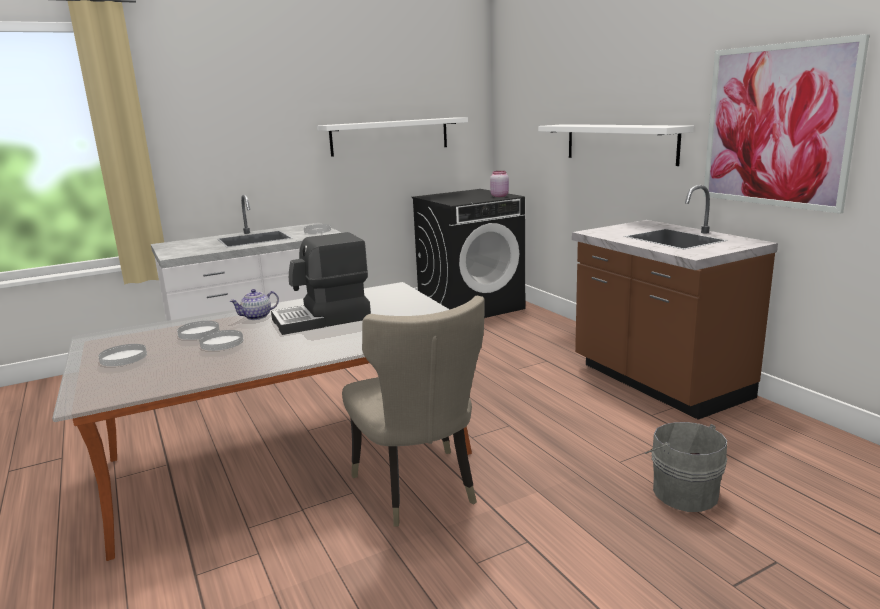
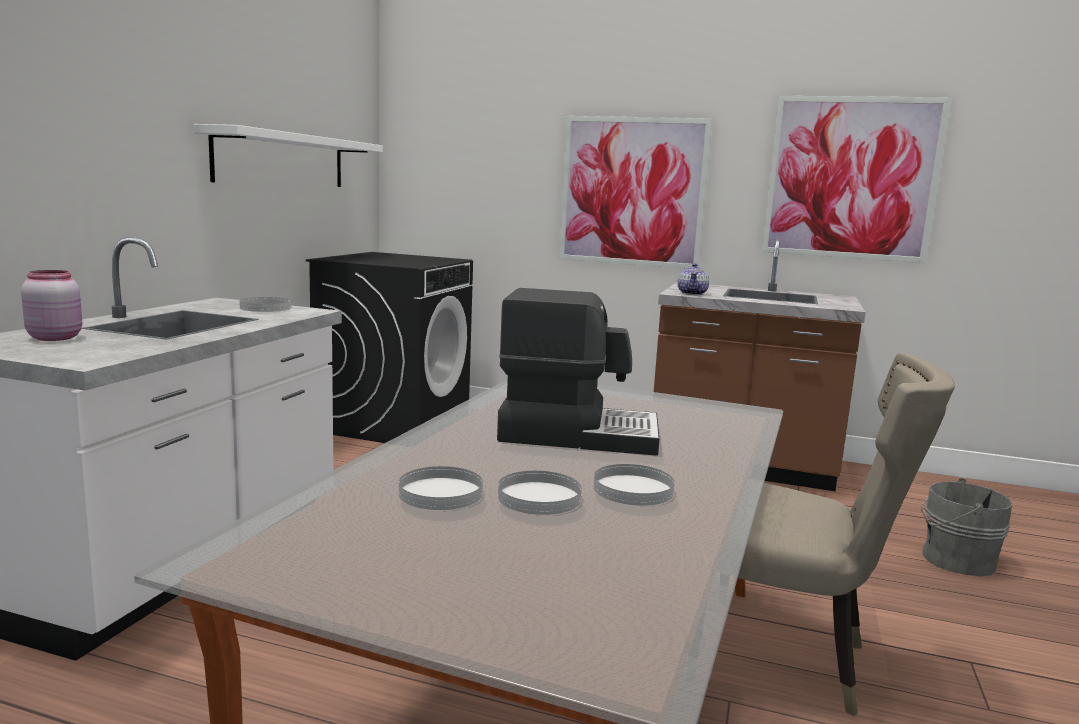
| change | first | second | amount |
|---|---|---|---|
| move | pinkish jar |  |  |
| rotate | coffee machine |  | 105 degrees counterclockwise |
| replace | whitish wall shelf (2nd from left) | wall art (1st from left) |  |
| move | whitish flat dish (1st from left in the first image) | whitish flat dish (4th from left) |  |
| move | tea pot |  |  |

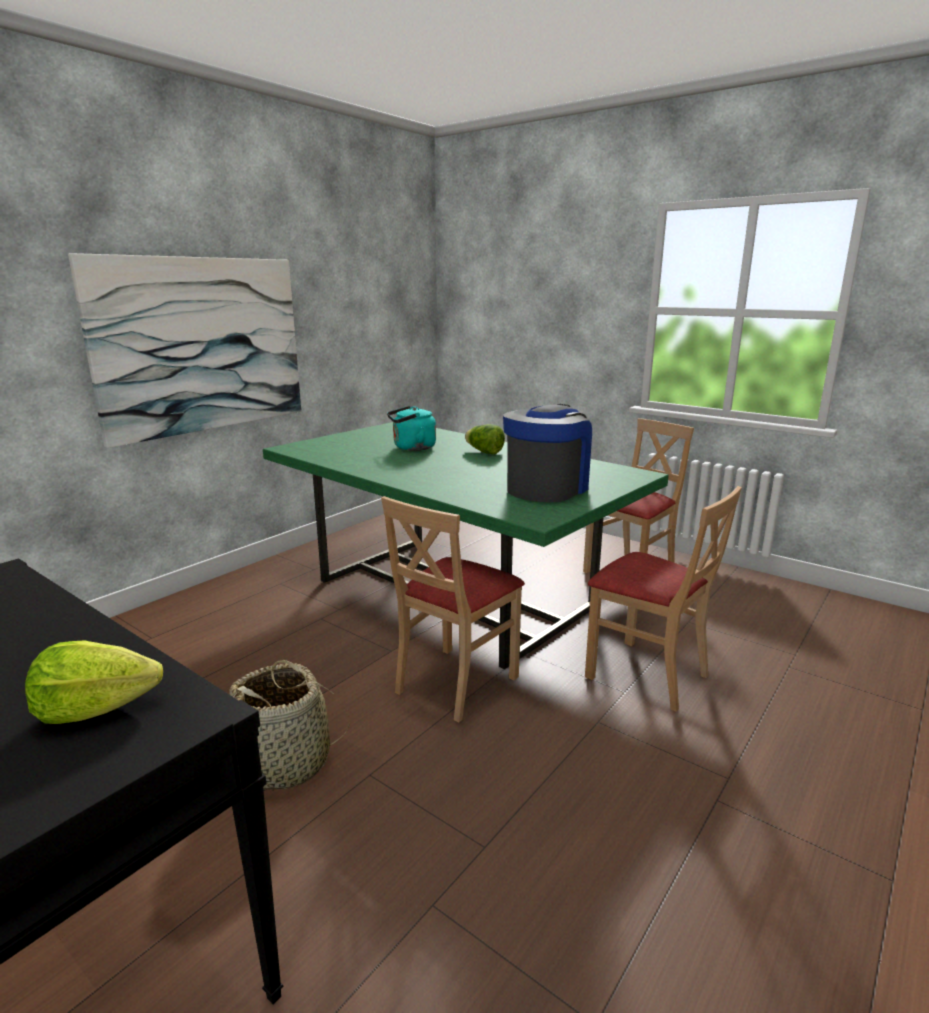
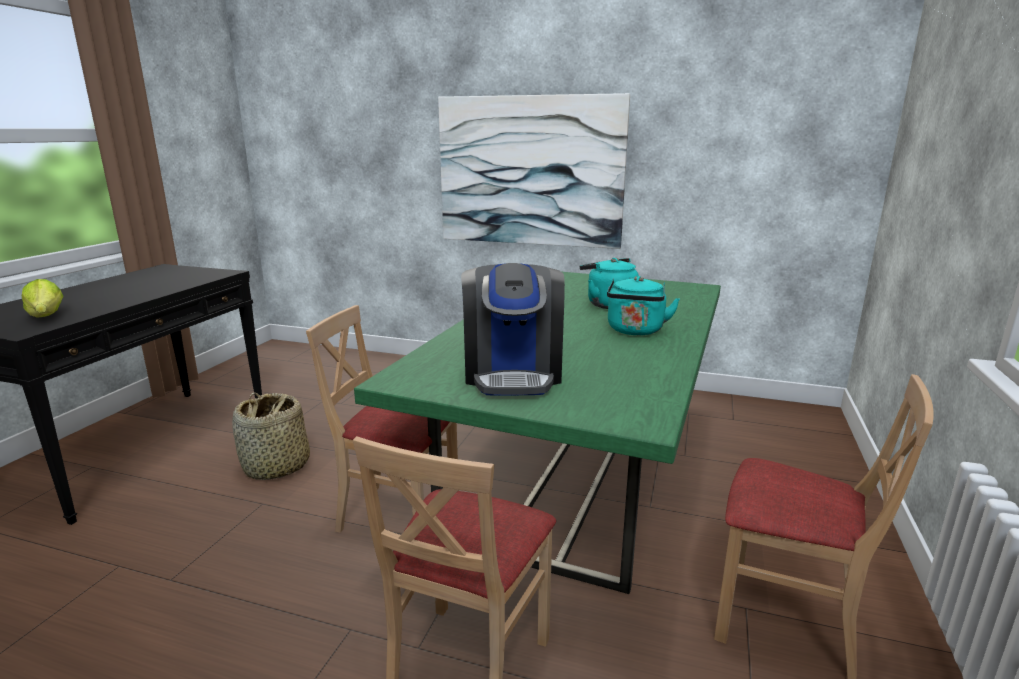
| change | first | second | amount |
|---|---|---|---|
| rotate | coffee machine |  | 75 degrees clockwise |
| replace | head of lettuce (2nd from left) | turquoise-coloured water kettle (2nd from left) |  |

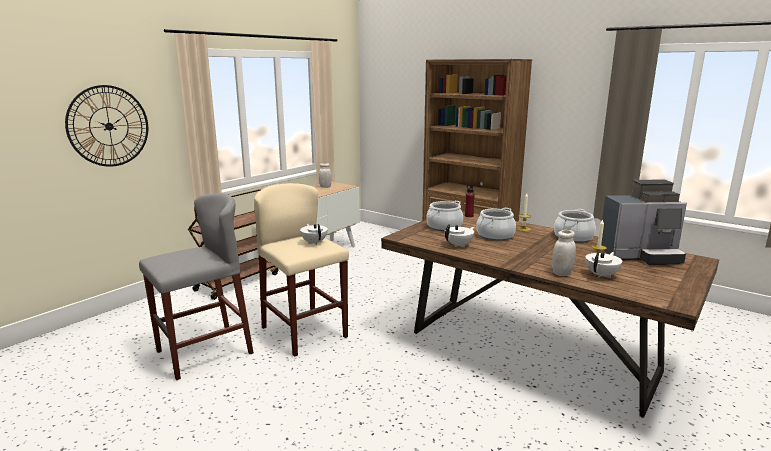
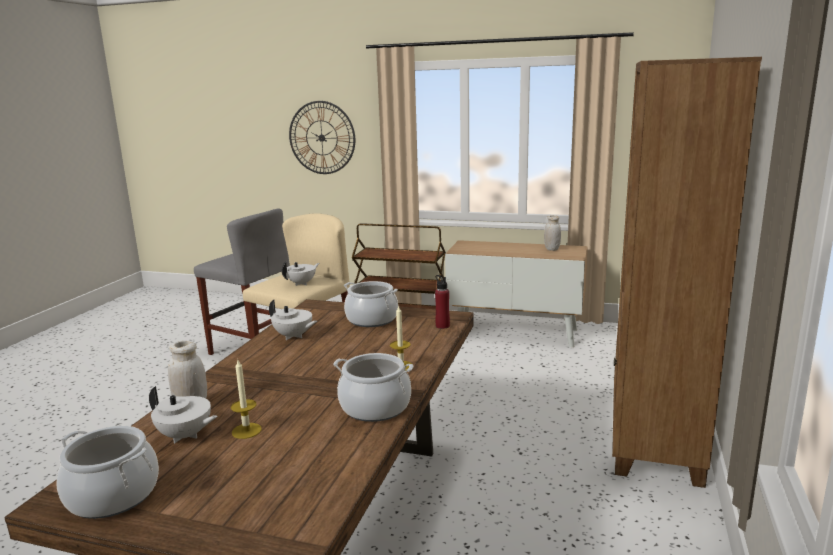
| change | first | second | amount |
|---|---|---|---|
| move | saucepot (2nd from left in the first image) | saucepot (1st from left) |  |
| delete | coffee machine |  |  |

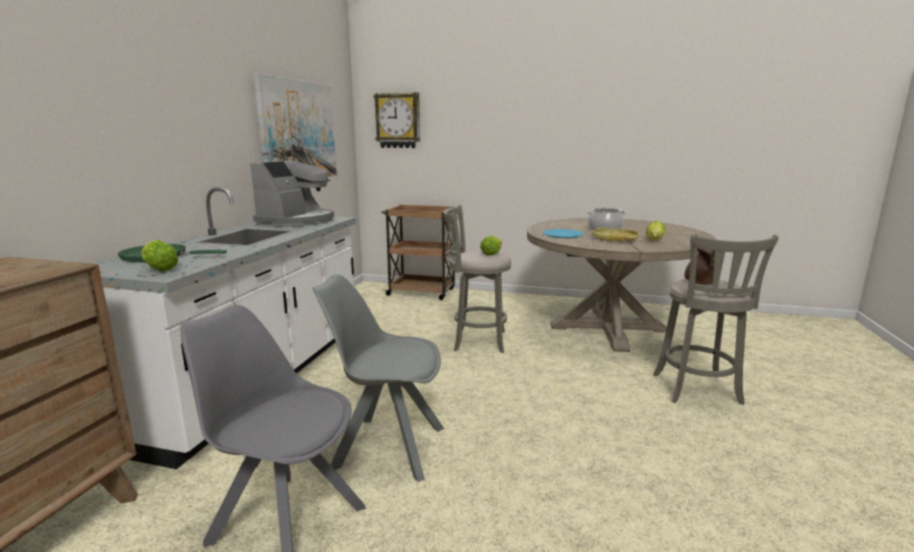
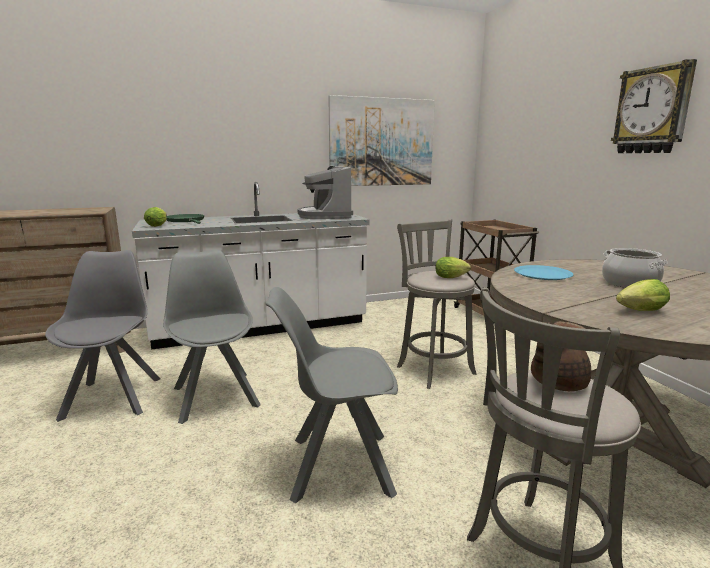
| change | first | second | amount |
|---|---|---|---|
| insert |  | gray plain chair (3rd from left) |  |
| rotate | coffee machine |  | 90 degrees clockwise |
| move | hanging clock |  |  |
| delete | yellow serving tray |  |  |

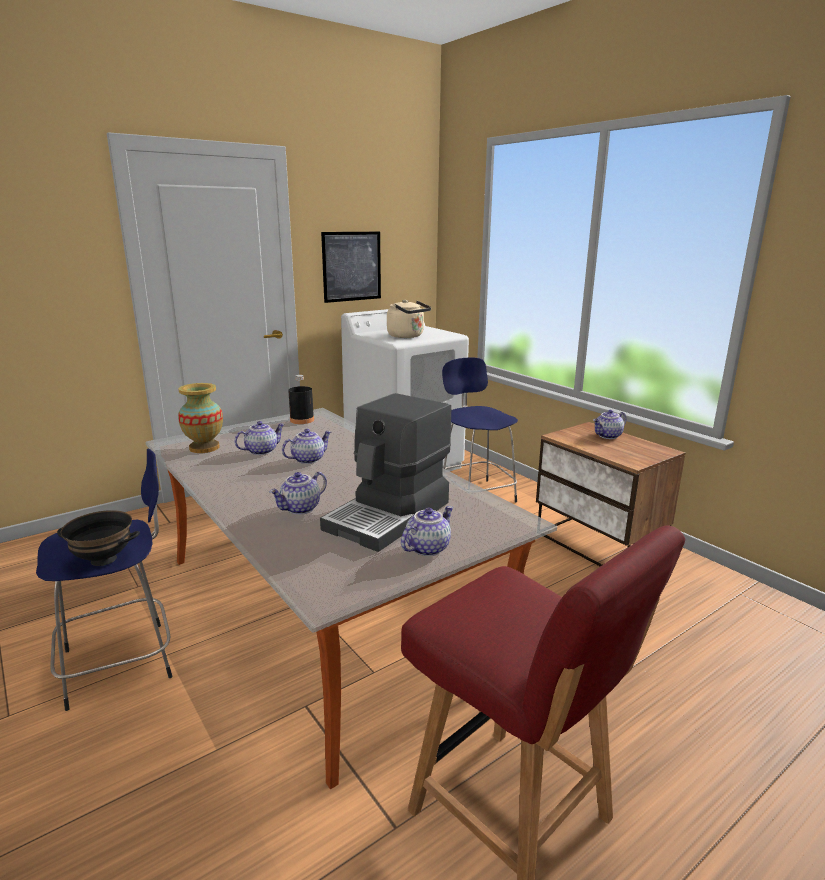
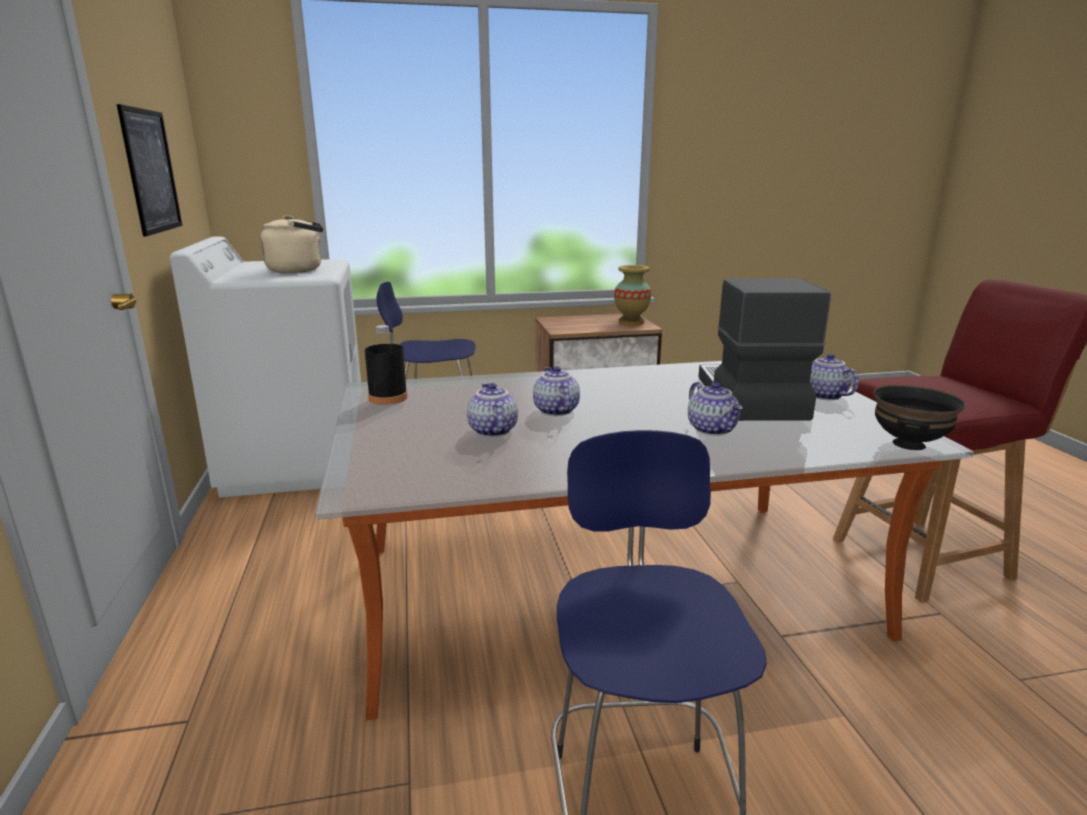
| change | first | second | amount |
|---|---|---|---|
| move | vase |  |  |
| rotate | coffee machine |  | 150 degrees counterclockwise |
| move | black-coloured bowl |  |  |
| delete | tea pot (5th from left) |  |  |

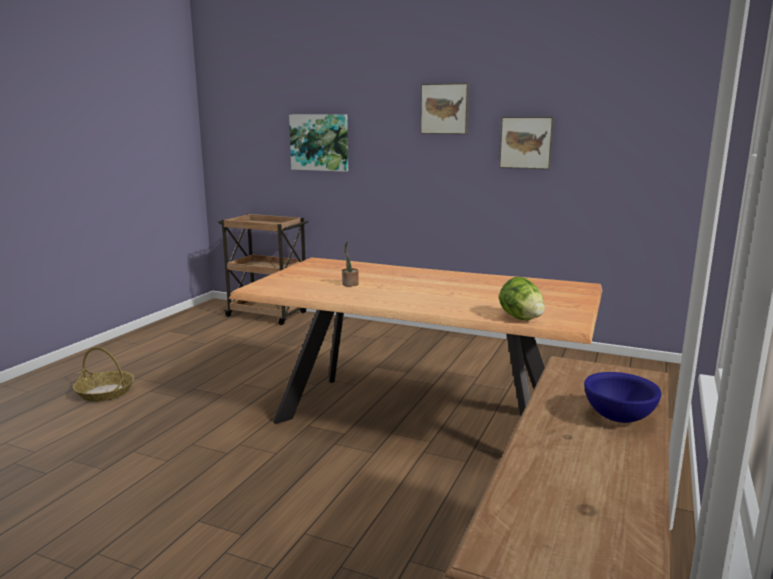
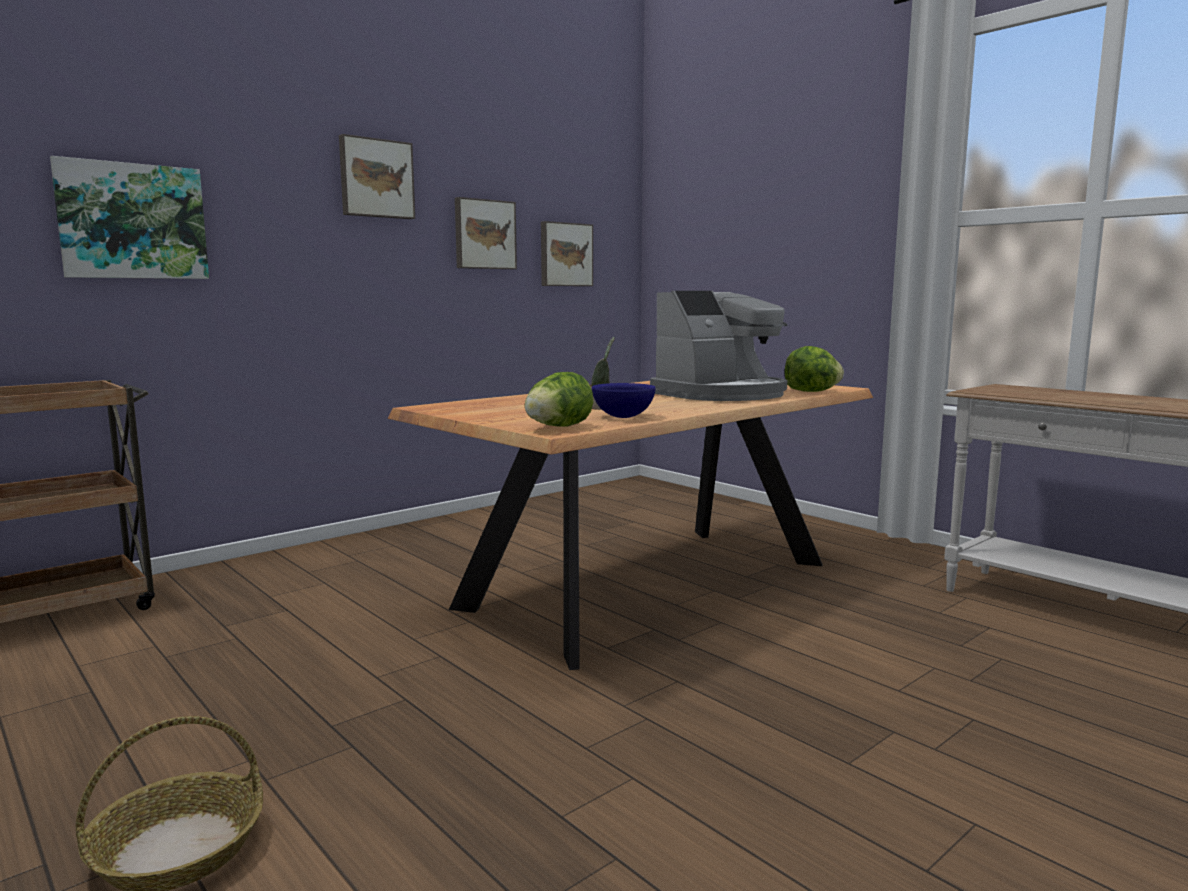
| change | first | second | amount |
|---|---|---|---|
| insert |  | head of lettuce (1st from left) |  |
| insert |  | wall art (4th from left) |  |
| move | blue bowl |  |  |
| insert |  | coffee machine |  |

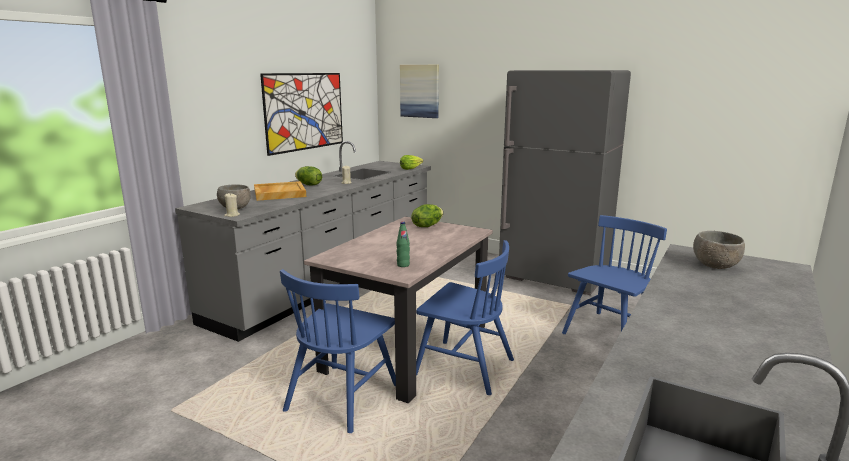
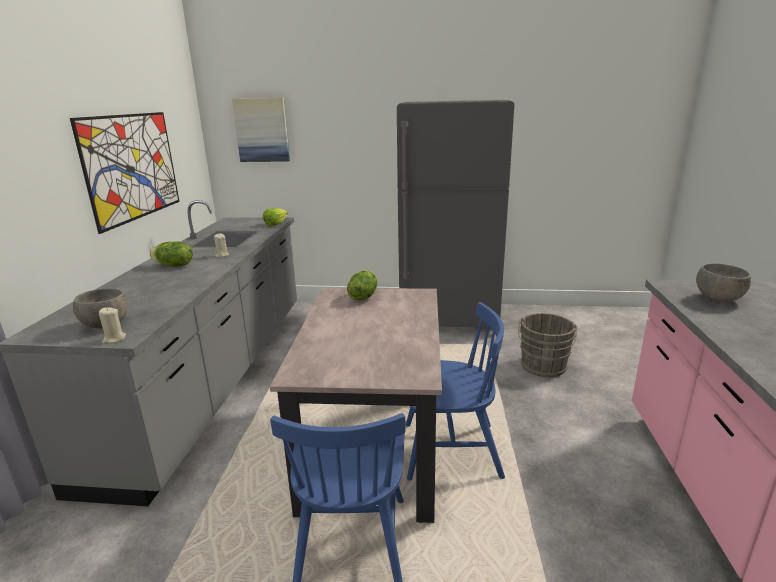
| change | first | second | amount |
|---|---|---|---|
| replace | blue plain chair (3rd from left) | gray water bucket |  |
| delete | sand-coloured serving tray |  |  |
| delete | green bottle |  |  |

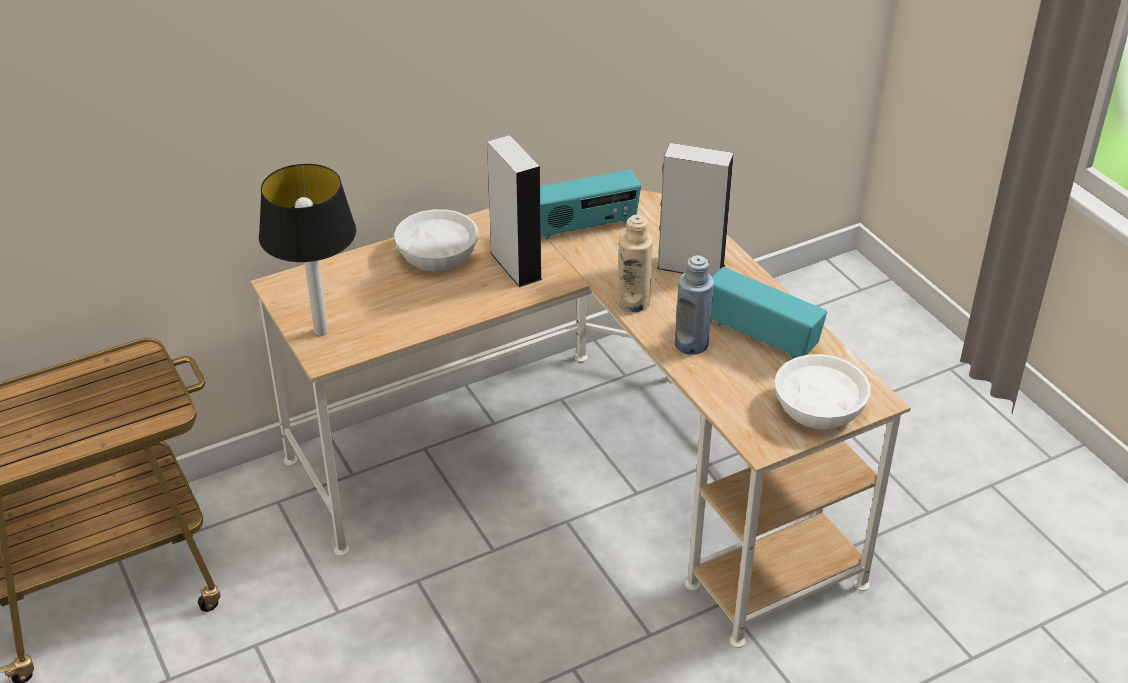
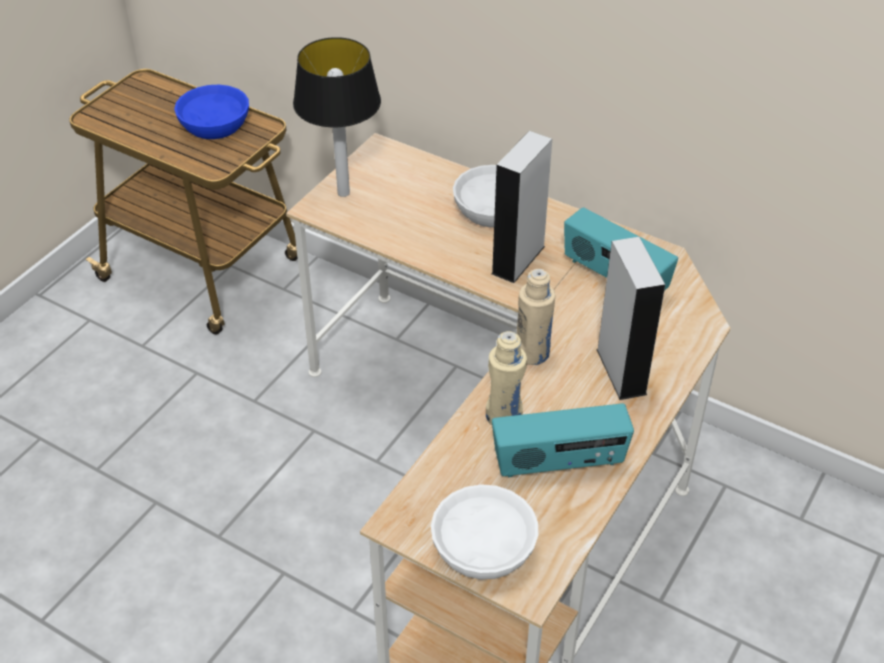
| change | first | second | amount |
|---|---|---|---|
| insert |  | blue bowl |  |
| recolor | blue bottle | sand-coloured bottle (1st from left) |  |
| rotate | radio receiver (2nd from left in the first image) | radio receiver (1st from left) | 75 degrees clockwise |

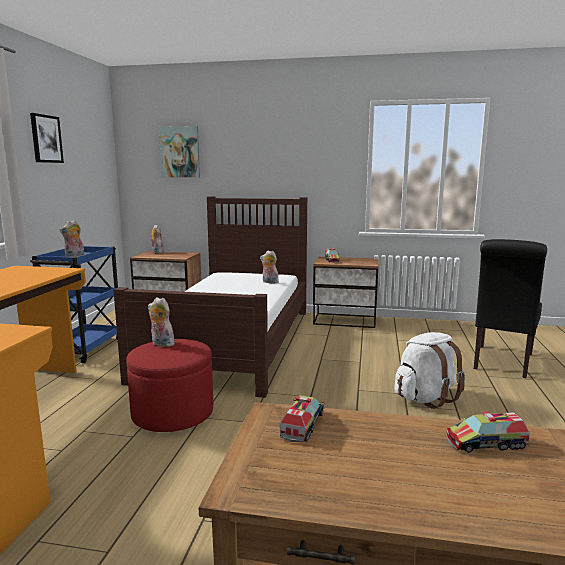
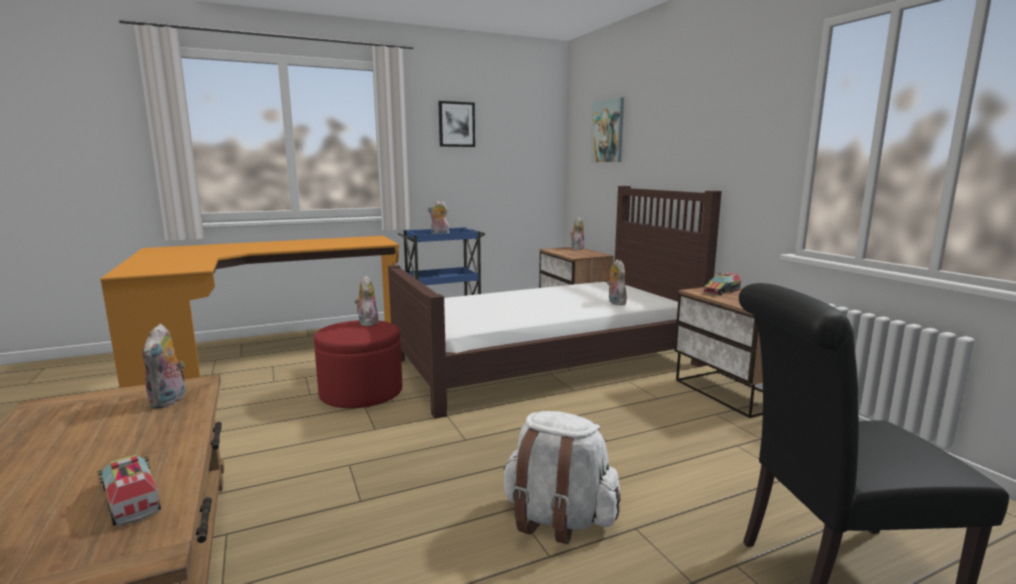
| change | first | second | amount |
|---|---|---|---|
| replace | toy lorry (1st from left) | cuddly toy (1st from left) |  |

